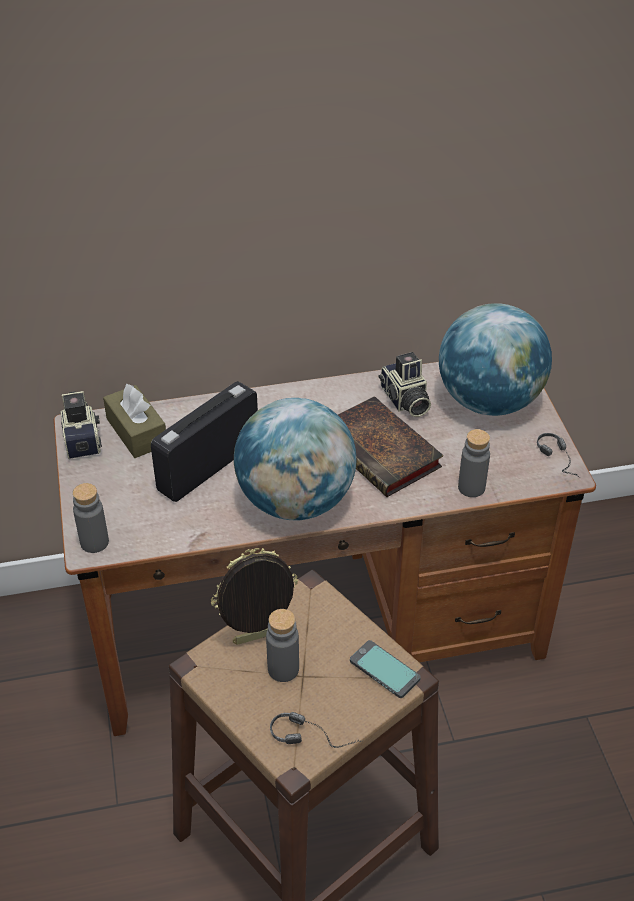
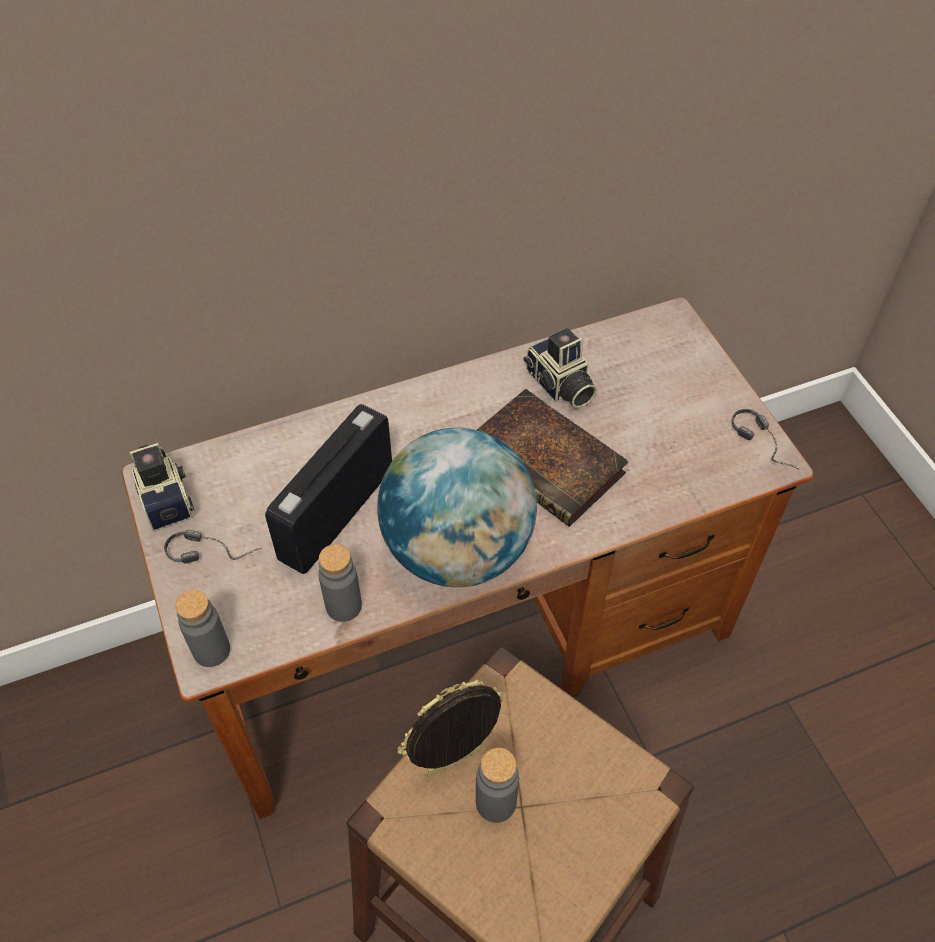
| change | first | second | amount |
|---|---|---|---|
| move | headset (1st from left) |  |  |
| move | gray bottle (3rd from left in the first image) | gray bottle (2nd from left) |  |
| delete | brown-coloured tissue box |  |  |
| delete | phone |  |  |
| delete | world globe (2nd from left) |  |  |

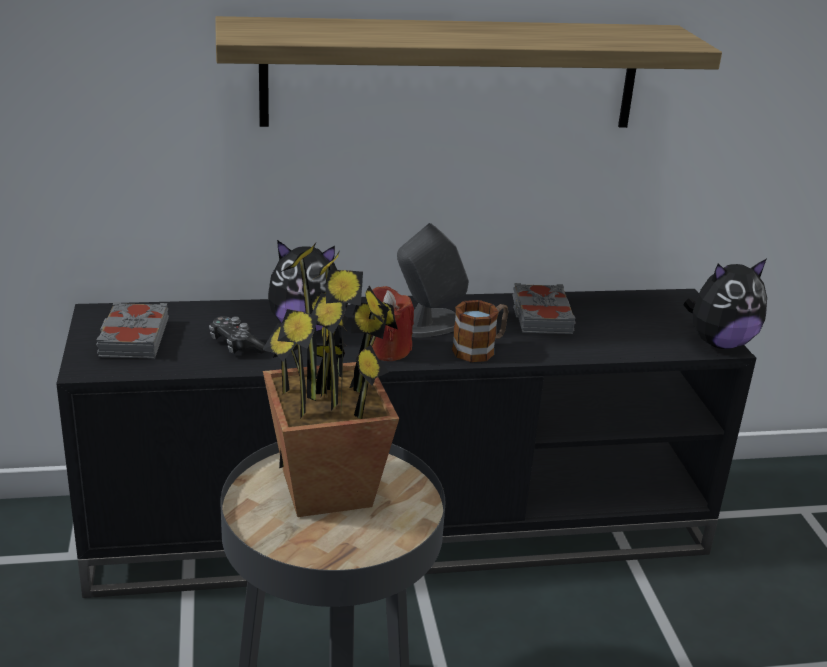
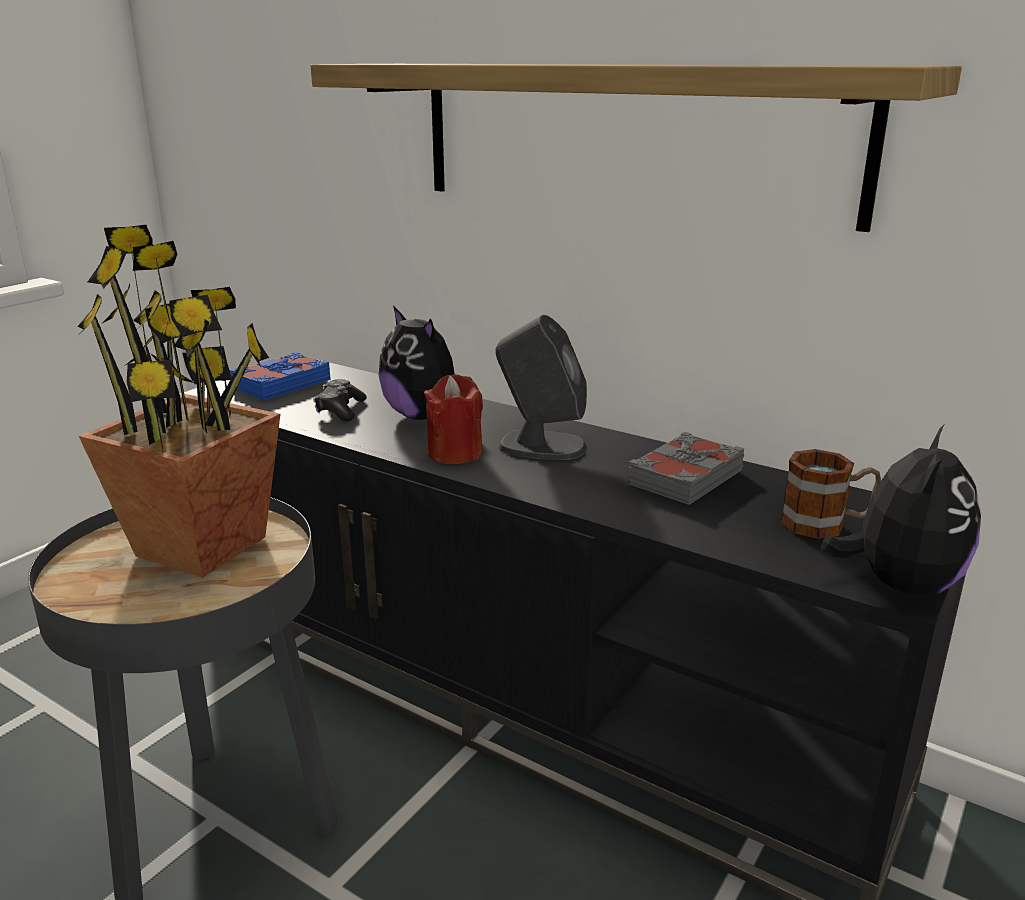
| change | first | second | amount |
|---|---|---|---|
| recolor | gray bound book (1st from left) | blue bound book |  |
| move | mug |  |  |
| rotate | cuddly toy (2nd from left) |  | 90 degrees counterclockwise |

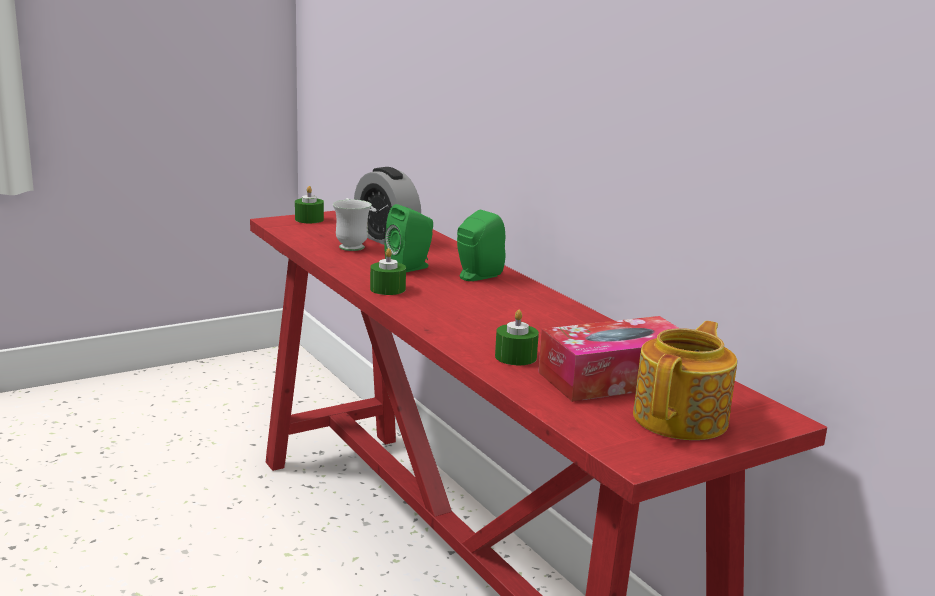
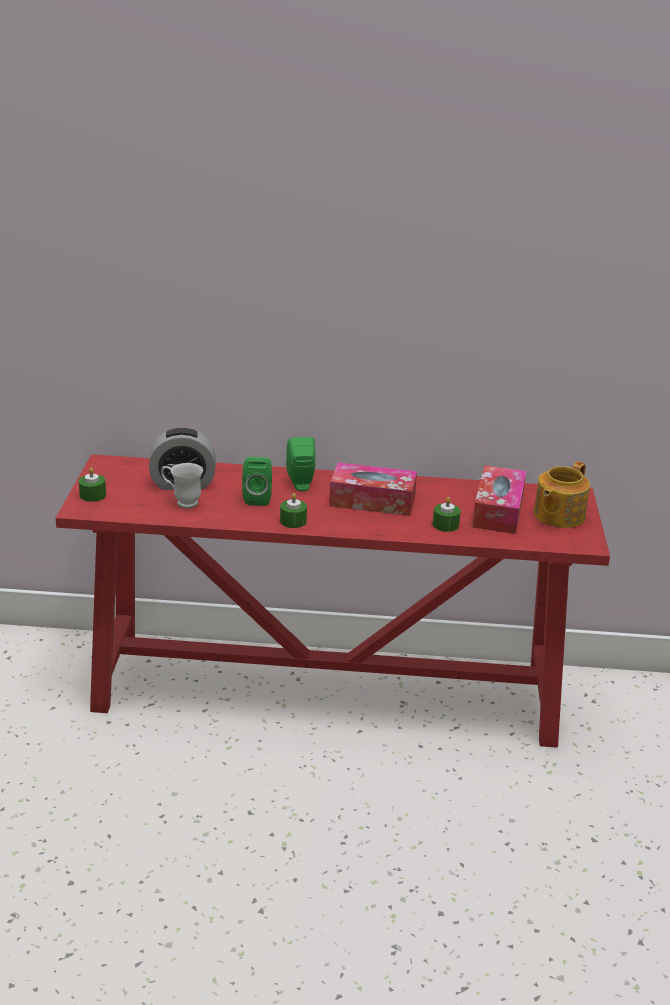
| change | first | second | amount |
|---|---|---|---|
| insert |  | tissue box (1st from left) |  |
| rotate | tea pot |  | 120 degrees counterclockwise |

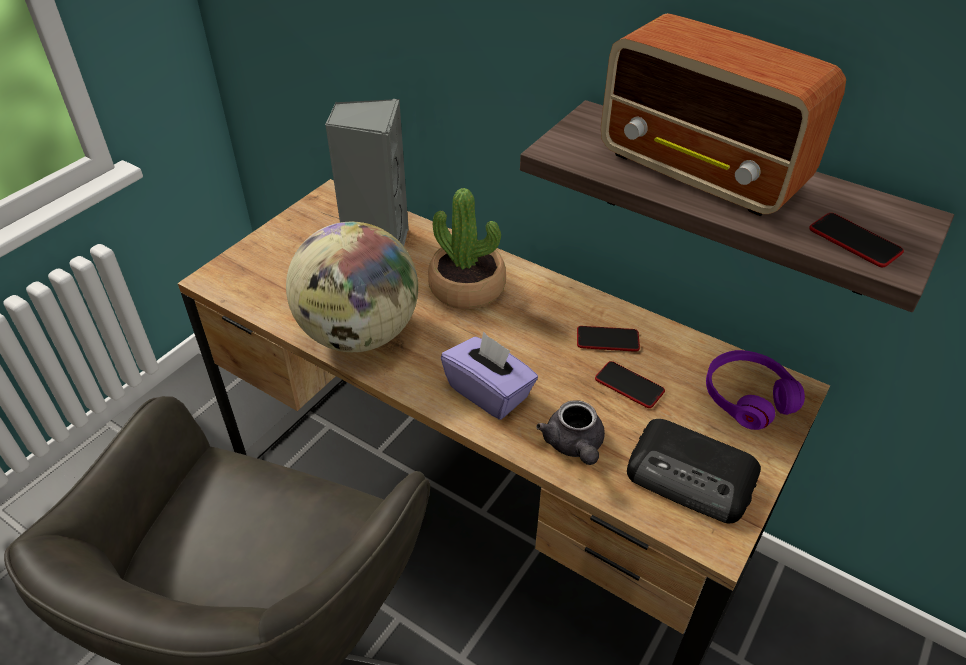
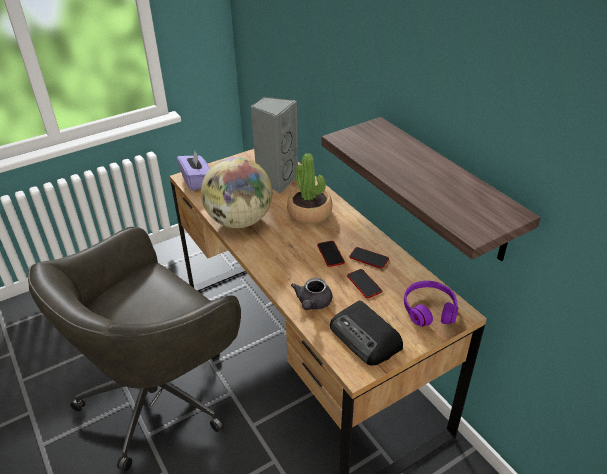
| change | first | second | amount |
|---|---|---|---|
| move | purple-coloured tissue box |  |  |
| move | phone (3rd from left in the first image) | phone (1st from left) |  |
| delete | radio receiver (2nd from left) |  |  |

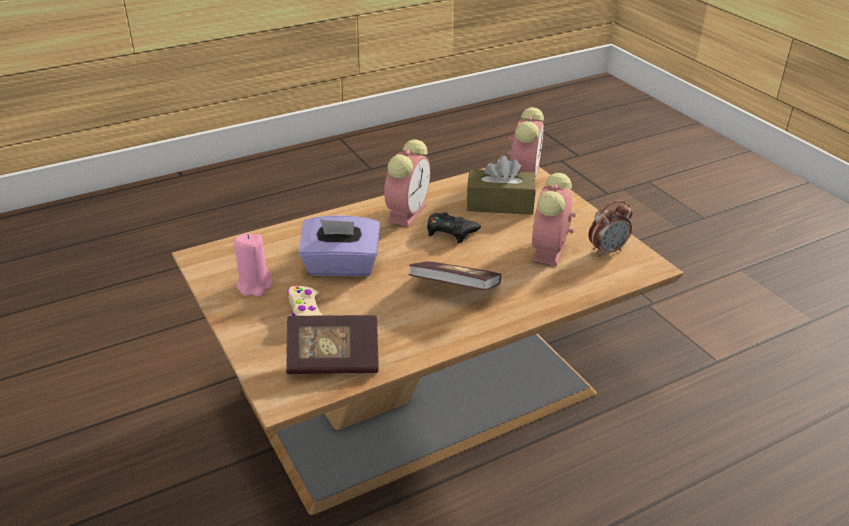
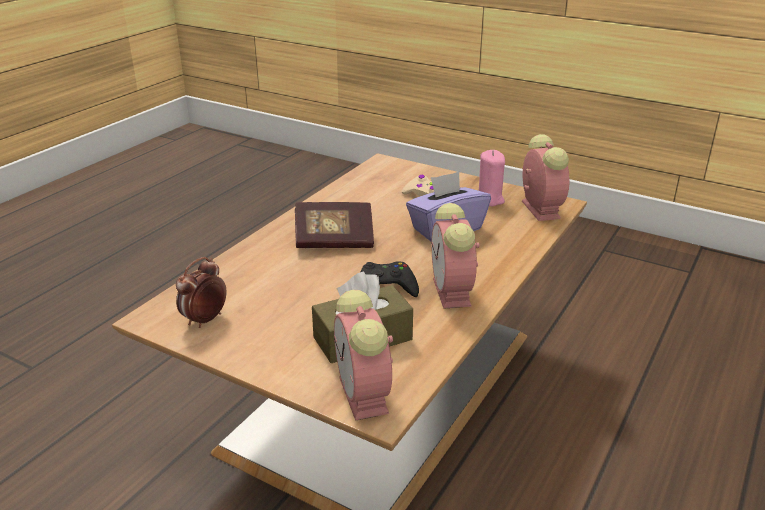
| change | first | second | amount |
|---|---|---|---|
| move | alarm clock (3rd from left in the first image) | alarm clock (4th from left) |  |
| delete | bound book (1st from left) |  |  |

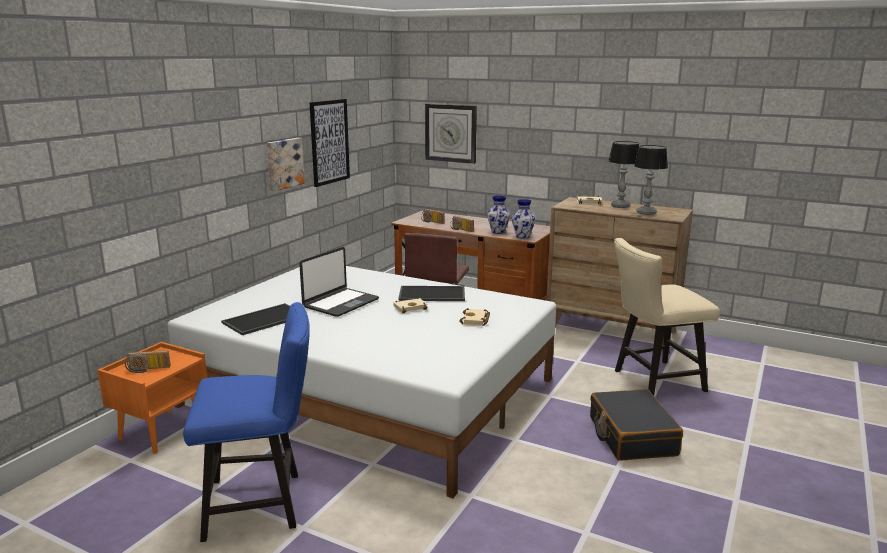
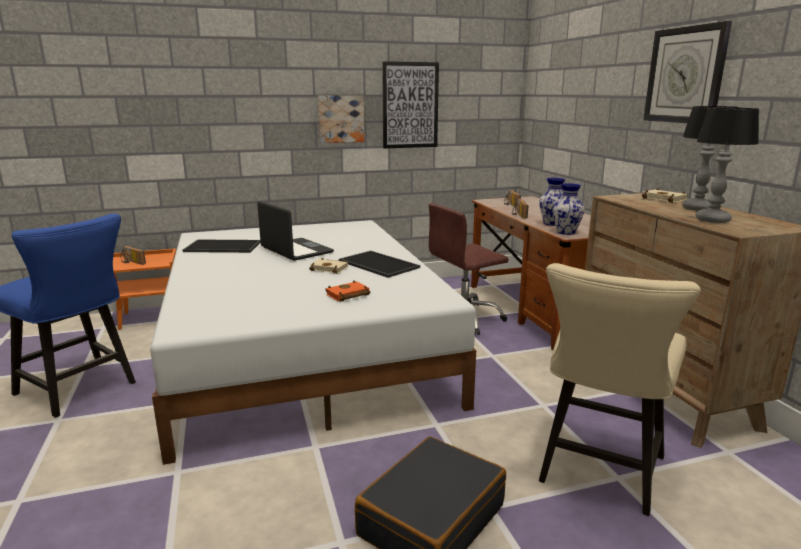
| change | first | second | amount |
|---|---|---|---|
| rotate | notebook computer |  | 120 degrees counterclockwise |
| recolor | sand-coloured bound book (2nd from left) | orange bound book |  |
| rotate | sand-coloured plain chair |  | 90 degrees counterclockwise |
| move | hanging clock |  |  |

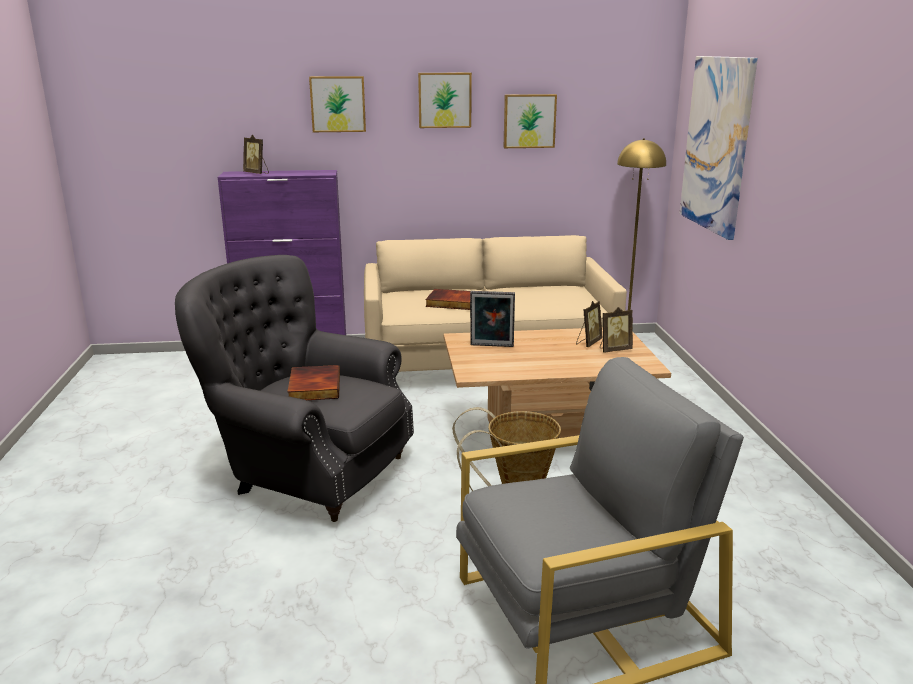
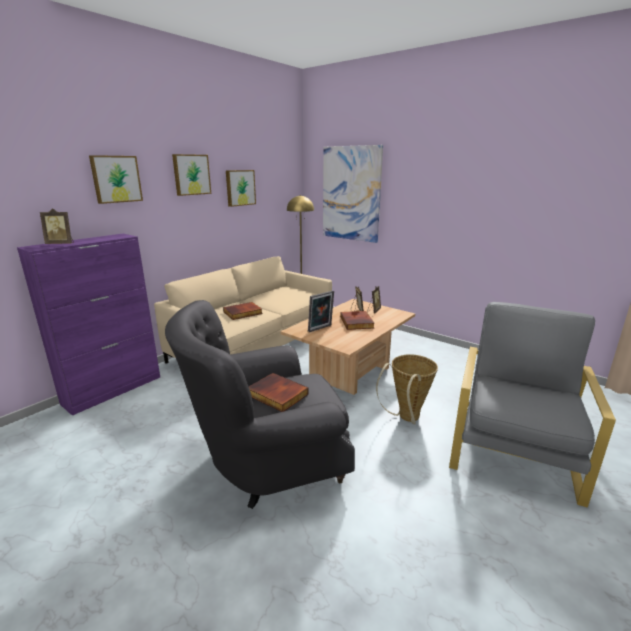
| change | first | second | amount |
|---|---|---|---|
| insert |  | bound book (3rd from left) |  |

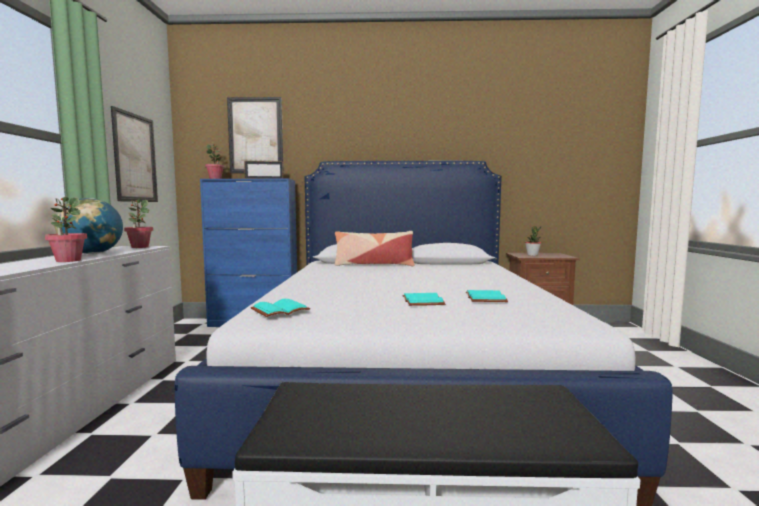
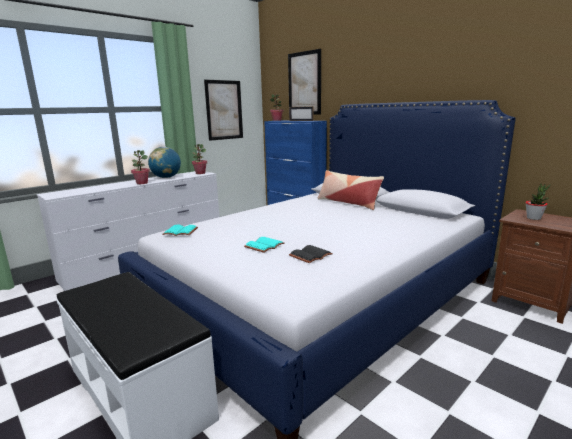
| change | first | second | amount |
|---|---|---|---|
| recolor | turquoise-coloured bound book (3rd from left) | black-coloured bound book |  |

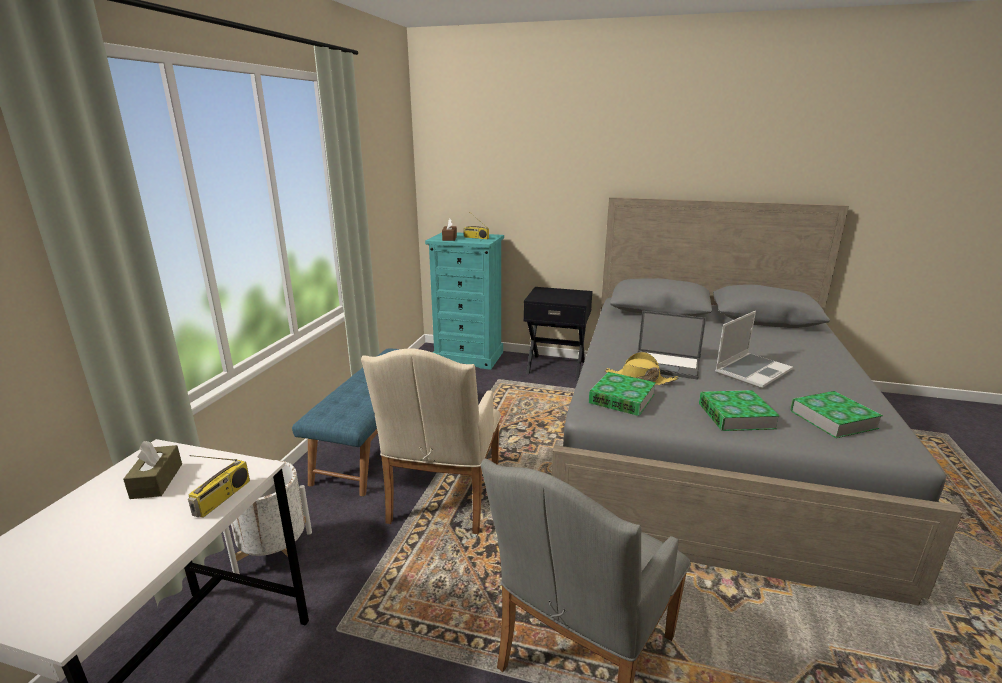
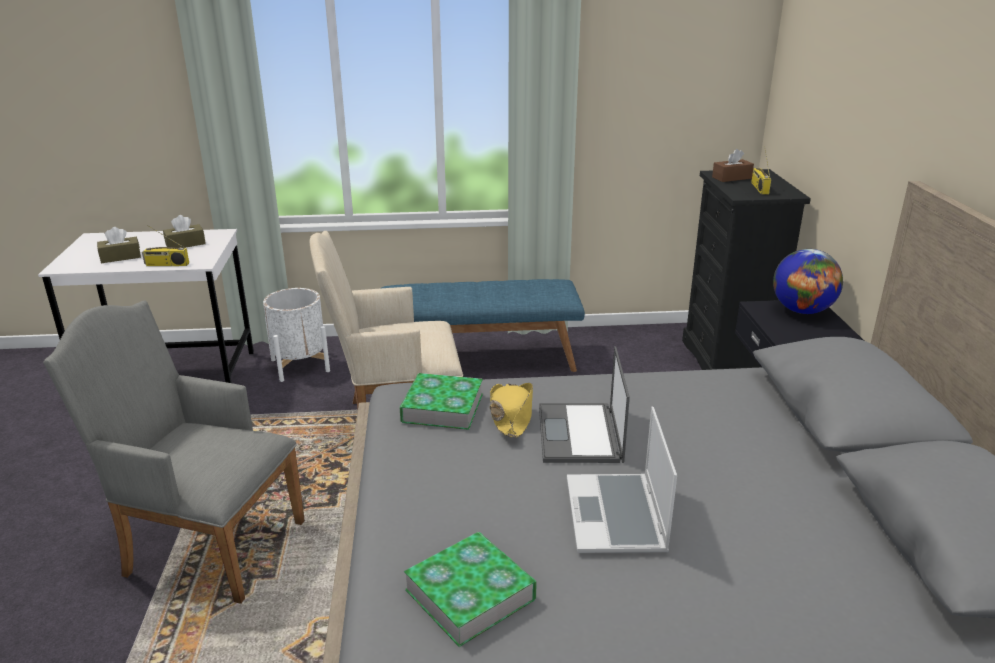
| change | first | second | amount |
|---|---|---|---|
| insert |  | brown-coloured tissue box (1st from left) |  |
| rotate | notebook computer (2nd from left) |  | 60 degrees clockwise |
| recolor | turquoise-coloured chest of drawers | black-coloured chest of drawers |  |
| insert |  | world globe |  |
| delete | bound book (2nd from left) |  |  |

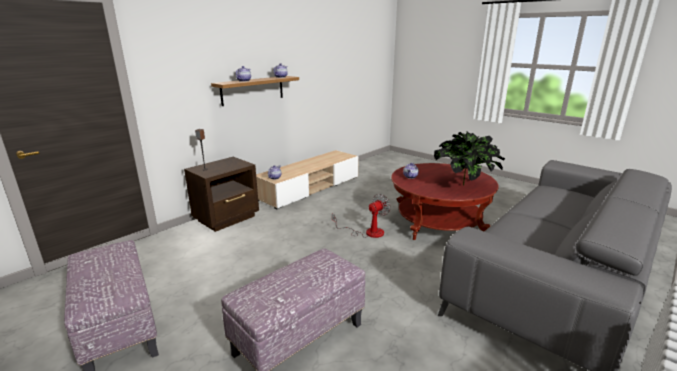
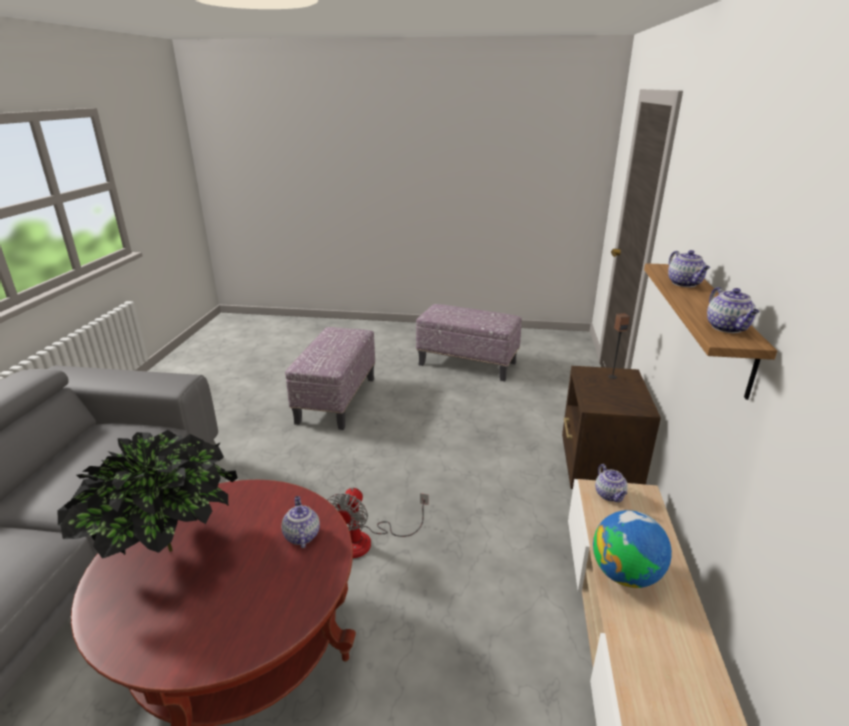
| change | first | second | amount |
|---|---|---|---|
| insert |  | world globe |  |

